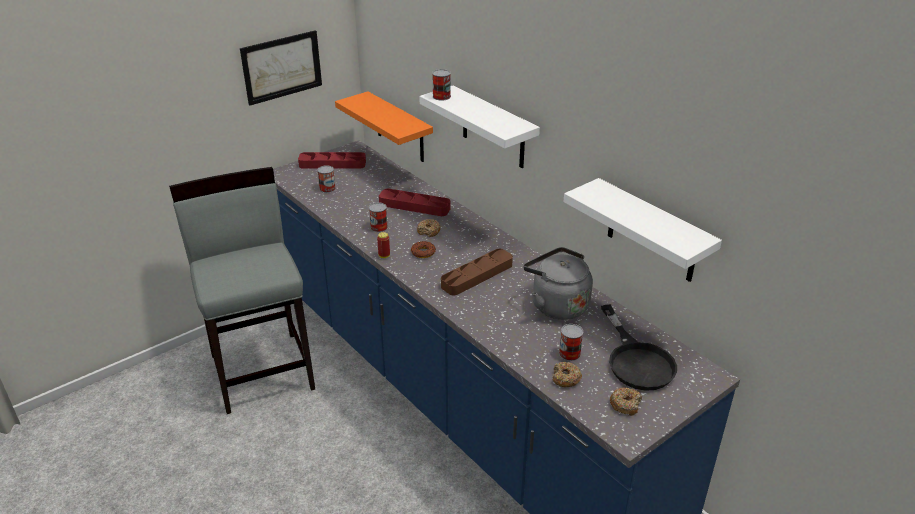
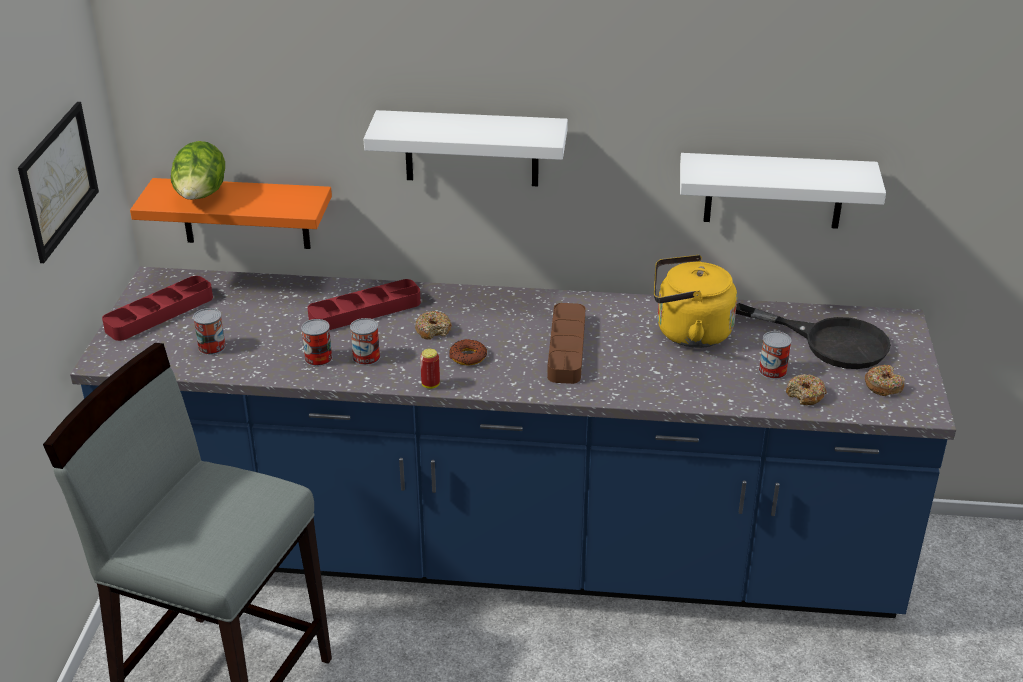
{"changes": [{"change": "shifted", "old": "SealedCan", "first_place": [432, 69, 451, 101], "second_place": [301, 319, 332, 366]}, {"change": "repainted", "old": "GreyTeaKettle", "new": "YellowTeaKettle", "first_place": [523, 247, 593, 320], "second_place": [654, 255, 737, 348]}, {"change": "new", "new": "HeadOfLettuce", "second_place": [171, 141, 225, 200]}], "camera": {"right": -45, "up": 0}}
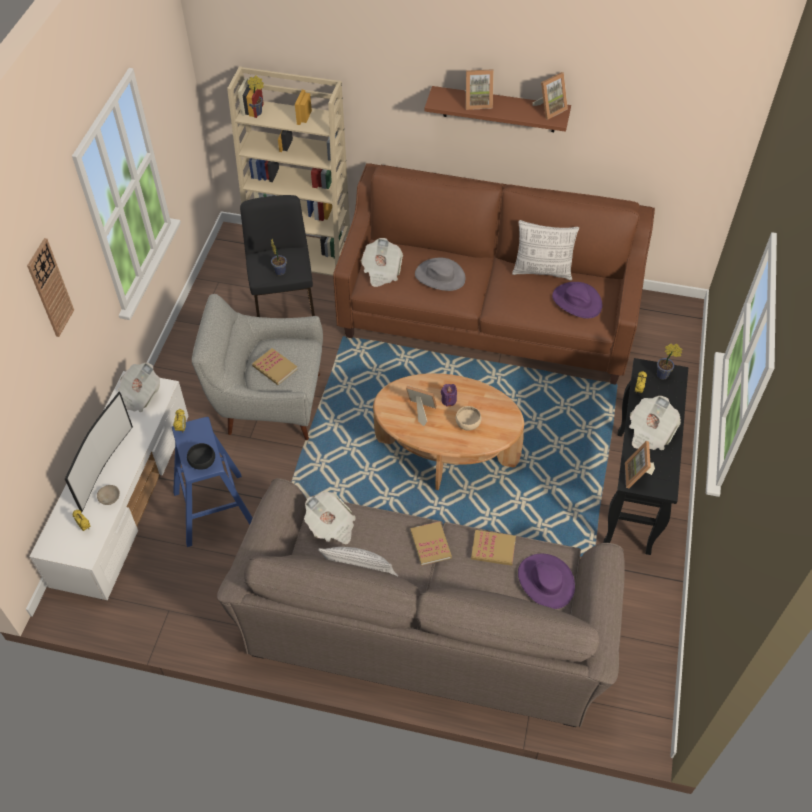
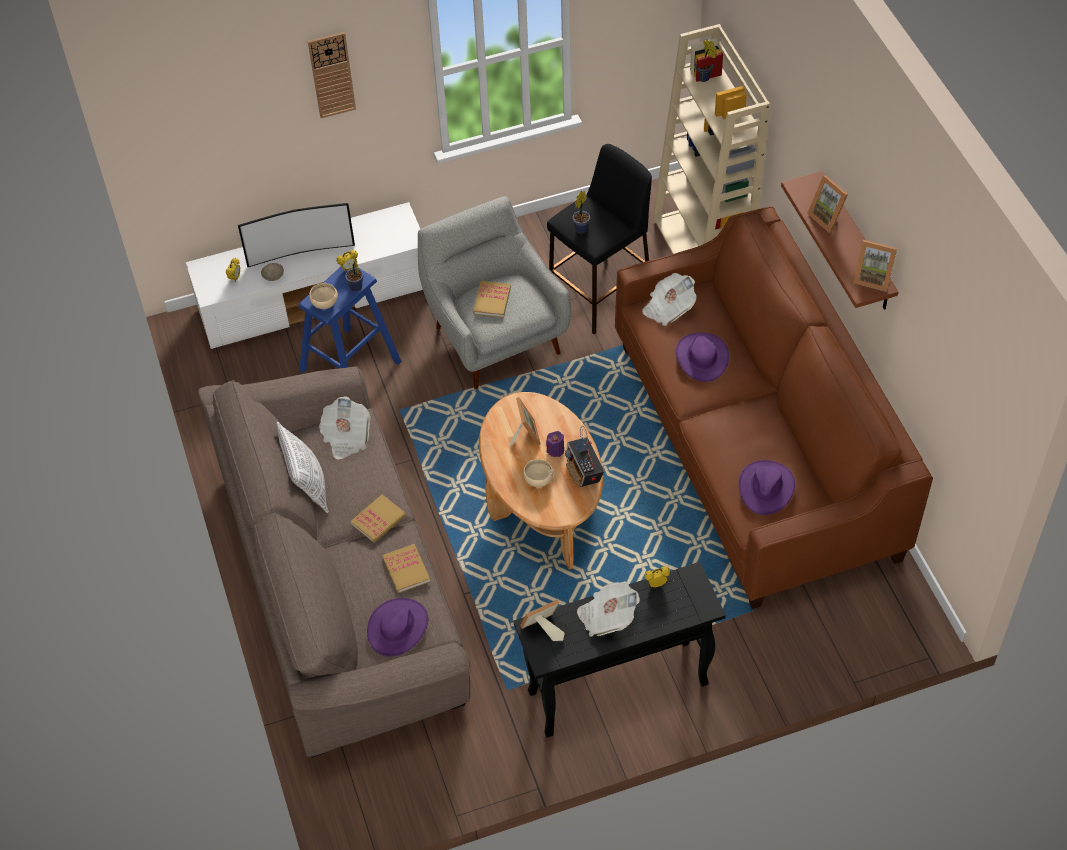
{"changes": [{"change": "gone", "old": "Cushion", "first_place": [512, 220, 579, 280]}, {"change": "repainted", "old": "GreyClothingHat", "new": "PurpleColouredClothingHat", "first_place": [415, 258, 465, 291], "second_place": [676, 332, 729, 382]}, {"change": "shifted", "old": "Houseplant", "first_place": [657, 344, 682, 380], "second_place": [345, 254, 363, 292]}, {"change": "gone", "old": "PrintedPaper", "first_place": [118, 363, 160, 412]}, {"change": "repainted", "old": "BlackBowl", "new": "BeigeBowl", "first_place": [187, 443, 215, 470], "second_place": [309, 283, 338, 309]}, {"change": "new", "new": "Radio", "second_place": [565, 426, 604, 487]}], "camera": {"right": 60, "up": 0}}
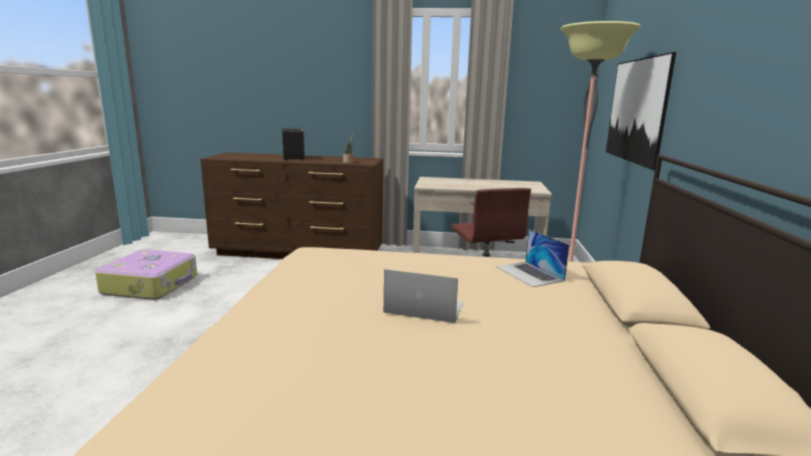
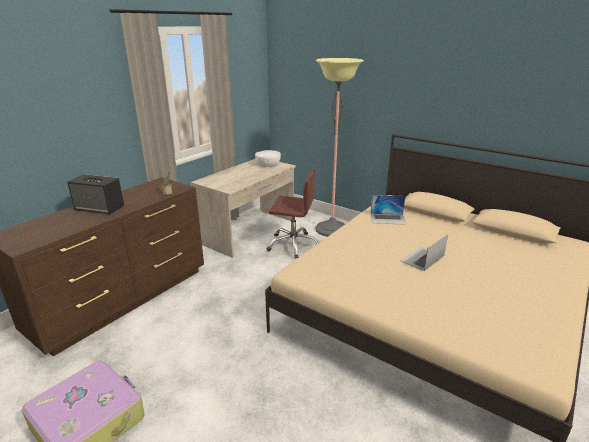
{"changes": [{"change": "gone", "old": "Picture", "first_place": [606, 52, 676, 170]}, {"change": "new", "new": "WhitishBowl", "second_place": [255, 150, 281, 167]}], "camera": {"right": -60, "up": 10}}
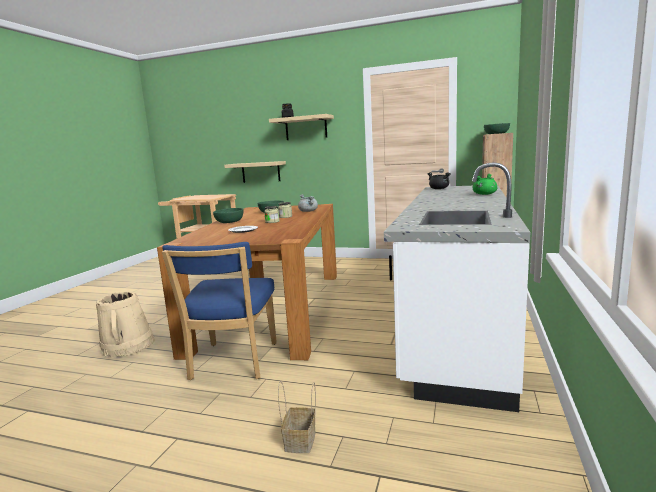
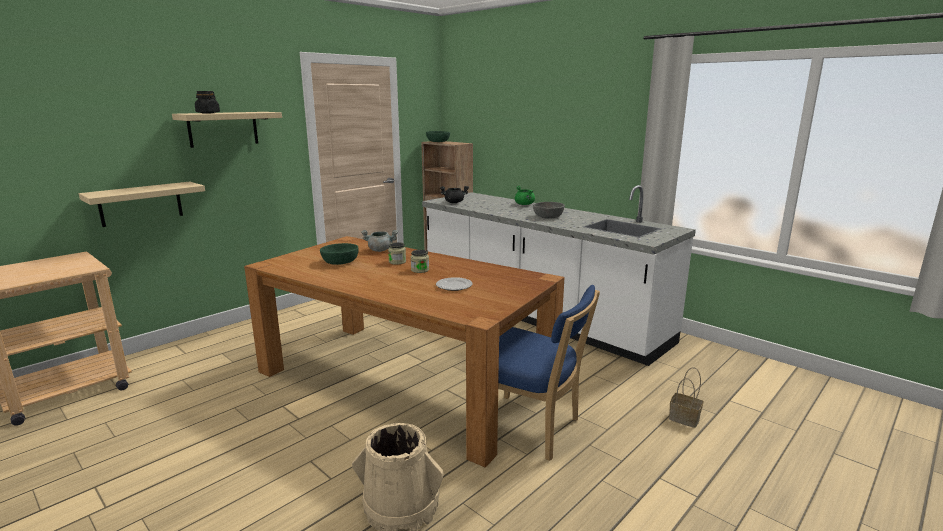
{"changes": [{"change": "gone", "old": "GreenBowl", "first_place": [213, 208, 244, 223]}, {"change": "new", "new": "GreyBowl", "second_place": [533, 202, 565, 218]}], "camera": {"right": -65, "up": 5}}
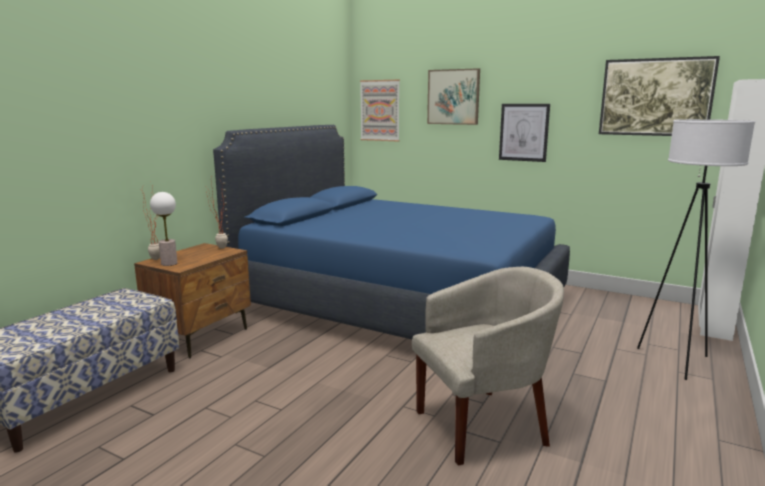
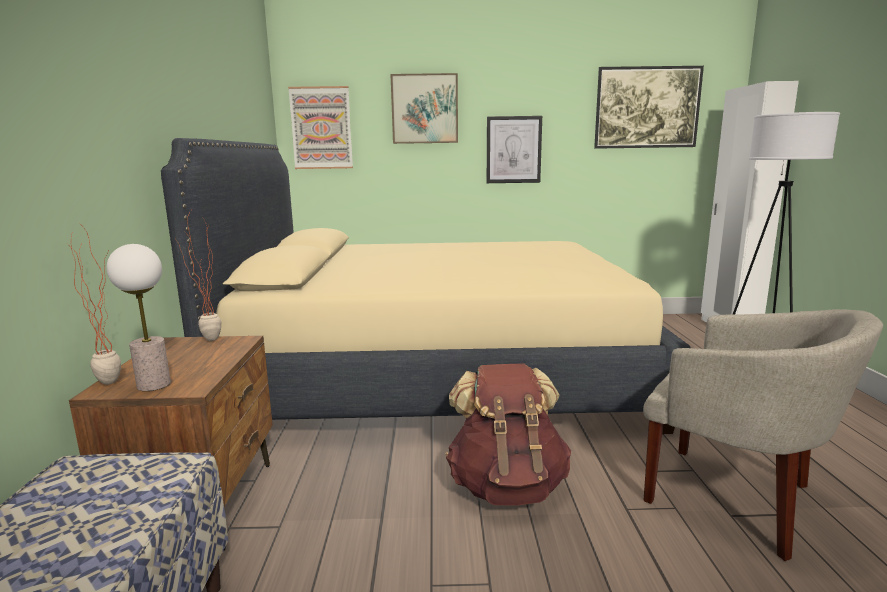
{"changes": [{"change": "repainted", "old": "BluishBedroomBed", "new": "BeigeBedroomBed", "first_place": [213, 125, 570, 339], "second_place": [161, 138, 690, 434]}, {"change": "rotated", "old": "BeigeArmchair", "first_place": [412, 267, 564, 466], "second_place": [643, 309, 883, 561], "degrees": 90}, {"change": "new", "new": "BrownishRucksack", "second_place": [446, 363, 571, 506]}], "camera": {"right": -30, "up": 0}}
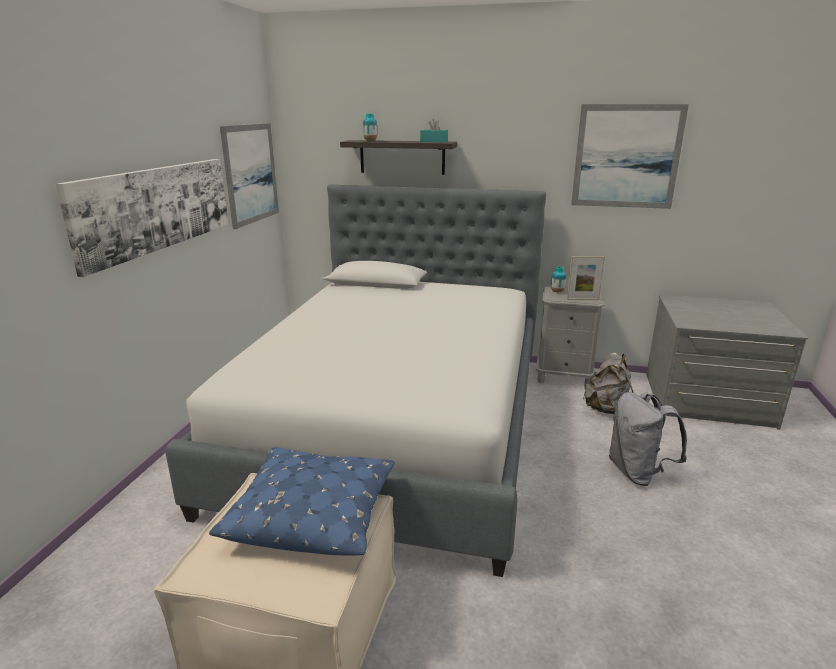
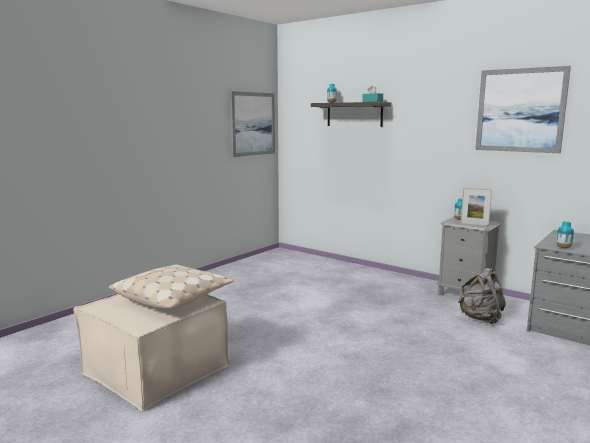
{"changes": [{"change": "gone", "old": "Picture", "first_place": [55, 159, 229, 277]}, {"change": "gone", "old": "BedroomBed", "first_place": [165, 184, 546, 577]}, {"change": "gone", "old": "GreyRucksack", "first_place": [609, 392, 687, 486]}, {"change": "repainted", "old": "BluishCushion", "new": "BeigeCushion", "first_place": [209, 447, 394, 556], "second_place": [109, 265, 234, 310]}, {"change": "new", "new": "DecorativeVase", "second_place": [556, 221, 574, 248]}], "camera": {"right": 25, "up": -10}}
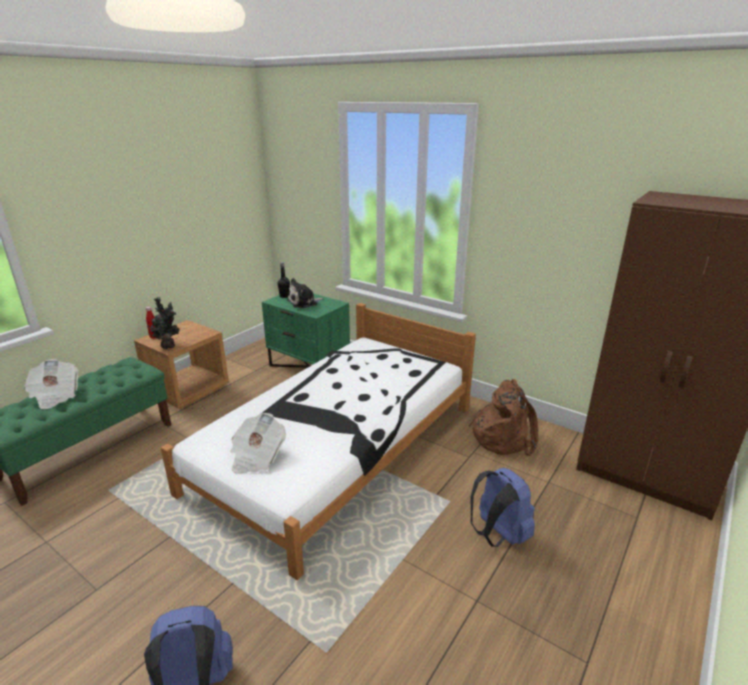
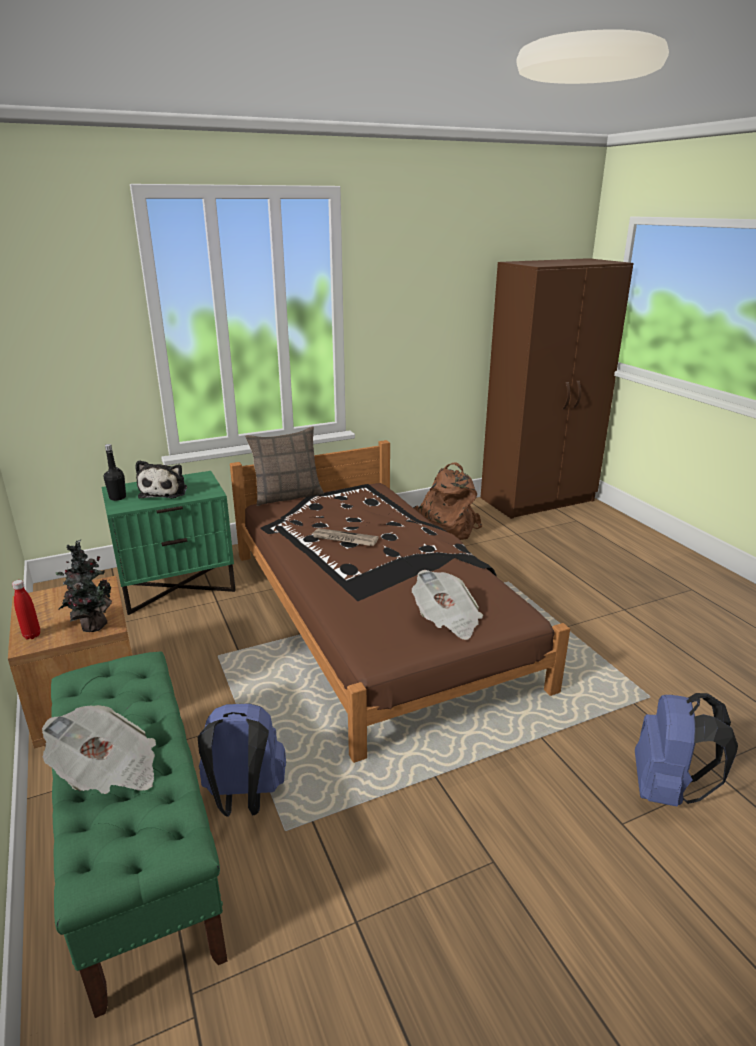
{"changes": [{"change": "repainted", "old": "WhitishBedroomBed", "new": "BrownishBedroomBed", "first_place": [161, 303, 476, 580], "second_place": [230, 440, 570, 763]}, {"change": "shifted", "old": "BluishRucksack", "first_place": [470, 468, 535, 547], "second_place": [198, 703, 286, 817]}, {"change": "new", "new": "Cushion", "second_place": [245, 427, 324, 506]}, {"change": "new", "new": "PrintedPaper", "second_place": [311, 528, 379, 546]}], "camera": {"right": -60, "up": 0}}
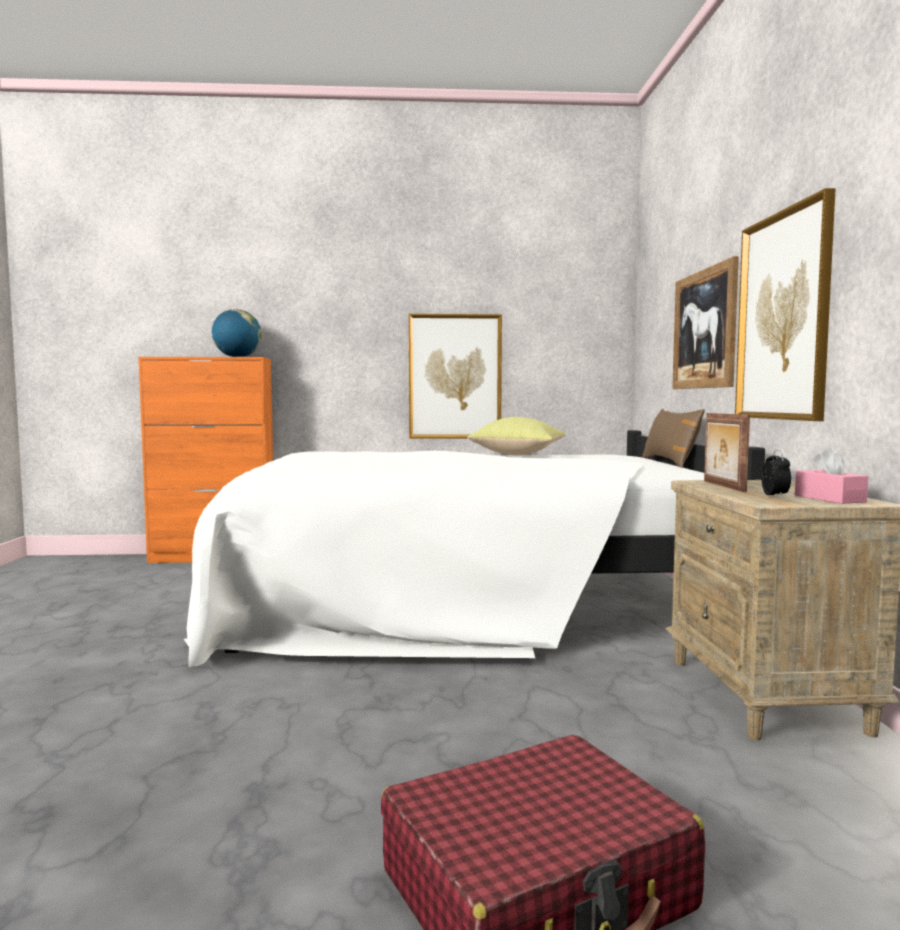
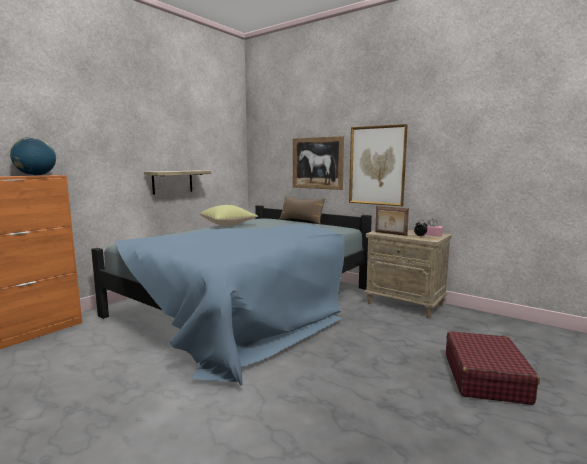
{"changes": [{"change": "swapped", "old": "Picture", "new": "BracketShelf", "first_place": [409, 314, 502, 439], "second_place": [144, 171, 211, 195]}, {"change": "repainted", "old": "WhitishBedroomBed", "new": "BluishBedroomBed", "first_place": [184, 430, 765, 667], "second_place": [91, 205, 372, 386]}], "camera": {"right": -50, "up": 5}}
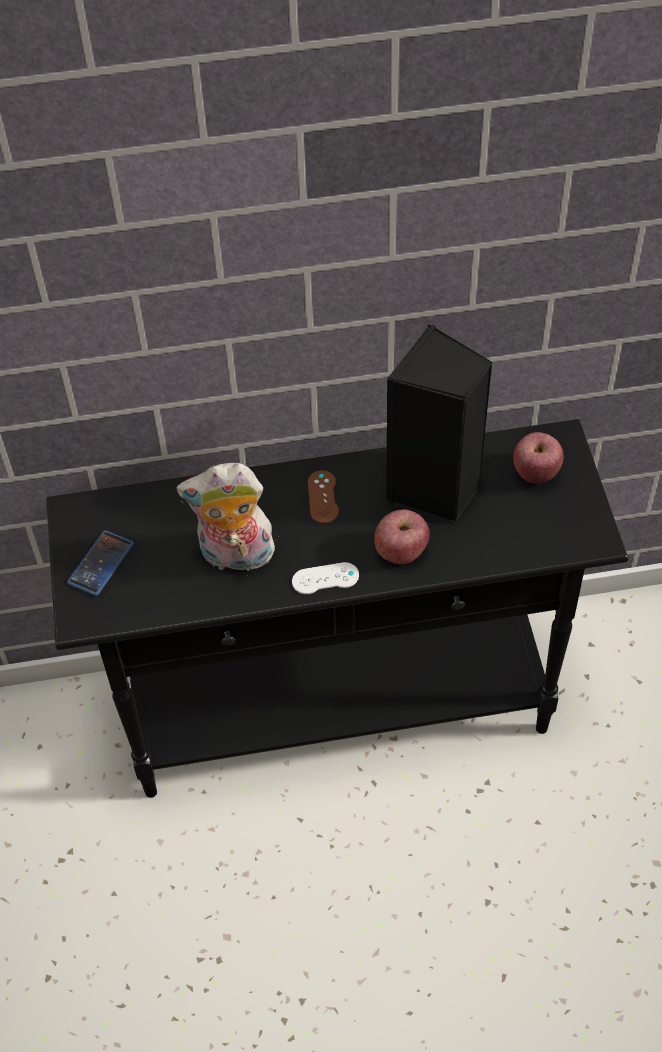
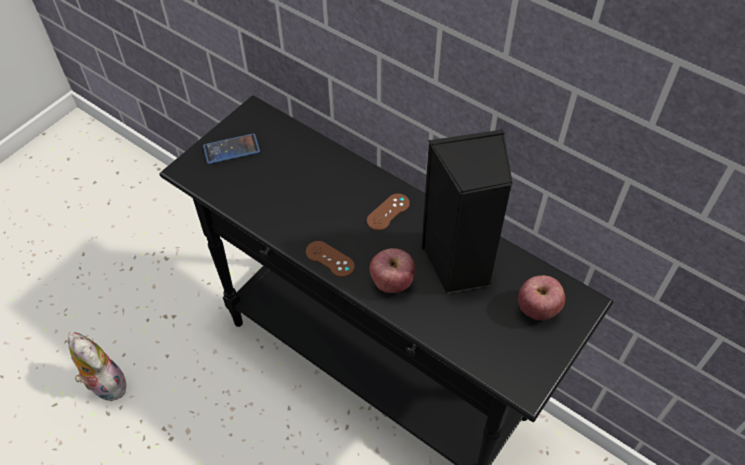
{"changes": [{"change": "shifted", "old": "PlushToy", "first_place": [176, 463, 276, 576], "second_place": [68, 332, 126, 401]}, {"change": "repainted", "old": "WhitishJoypad", "new": "BrownishJoypad", "first_place": [292, 562, 359, 594], "second_place": [306, 241, 355, 277]}], "camera": {"right": 45, "up": 0}}
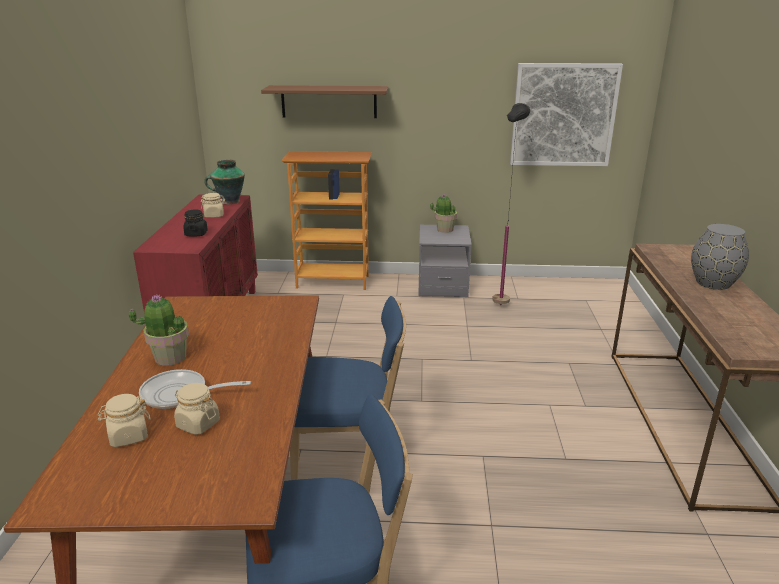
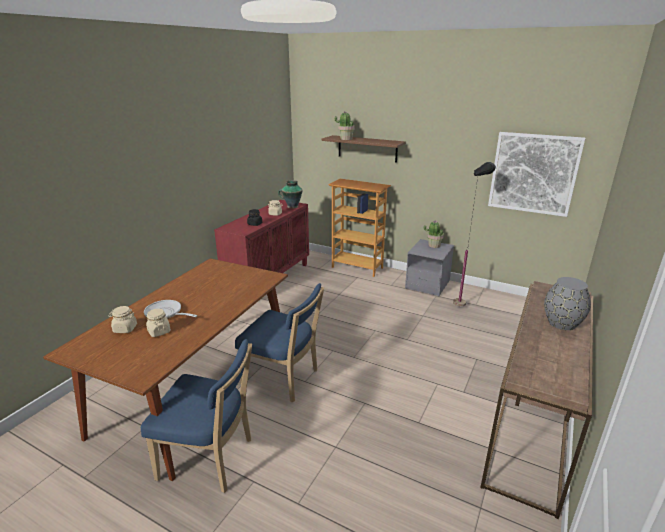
{"changes": [{"change": "shifted", "old": "Houseplant", "first_place": [129, 295, 189, 366], "second_place": [335, 111, 355, 140]}], "camera": {"right": 25, "up": 0}}
